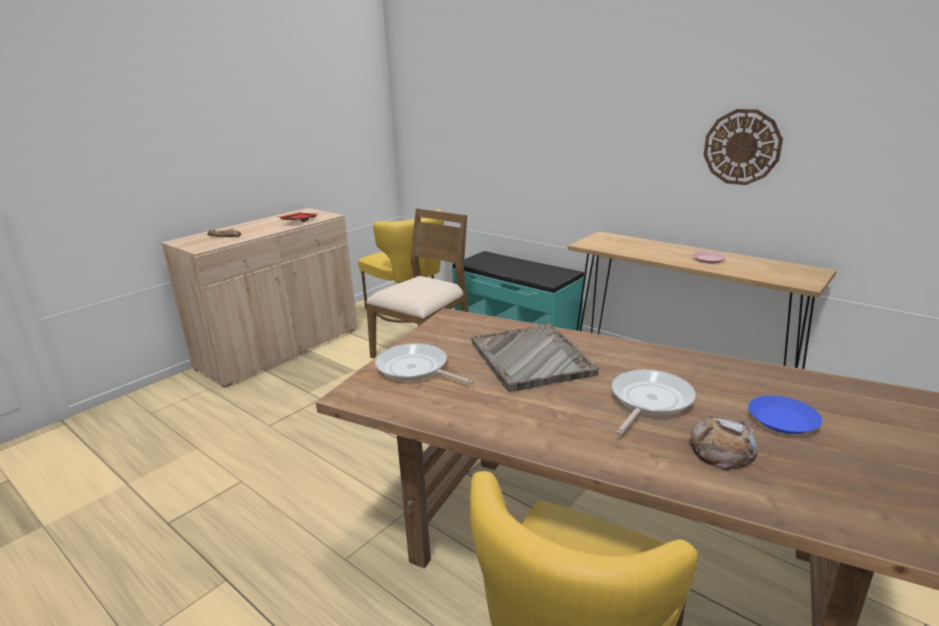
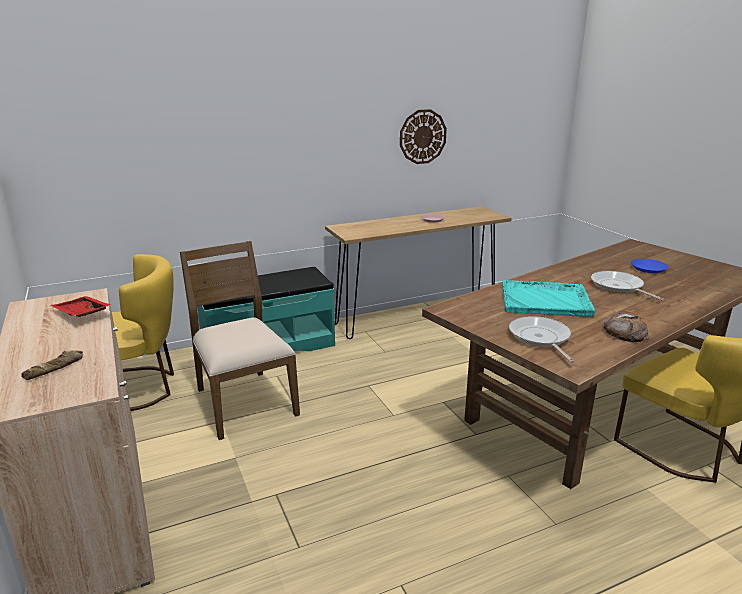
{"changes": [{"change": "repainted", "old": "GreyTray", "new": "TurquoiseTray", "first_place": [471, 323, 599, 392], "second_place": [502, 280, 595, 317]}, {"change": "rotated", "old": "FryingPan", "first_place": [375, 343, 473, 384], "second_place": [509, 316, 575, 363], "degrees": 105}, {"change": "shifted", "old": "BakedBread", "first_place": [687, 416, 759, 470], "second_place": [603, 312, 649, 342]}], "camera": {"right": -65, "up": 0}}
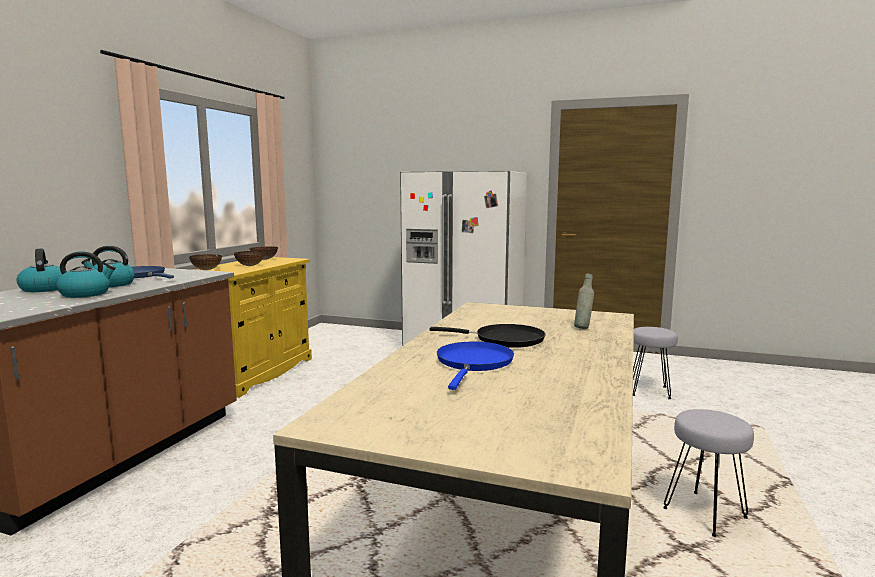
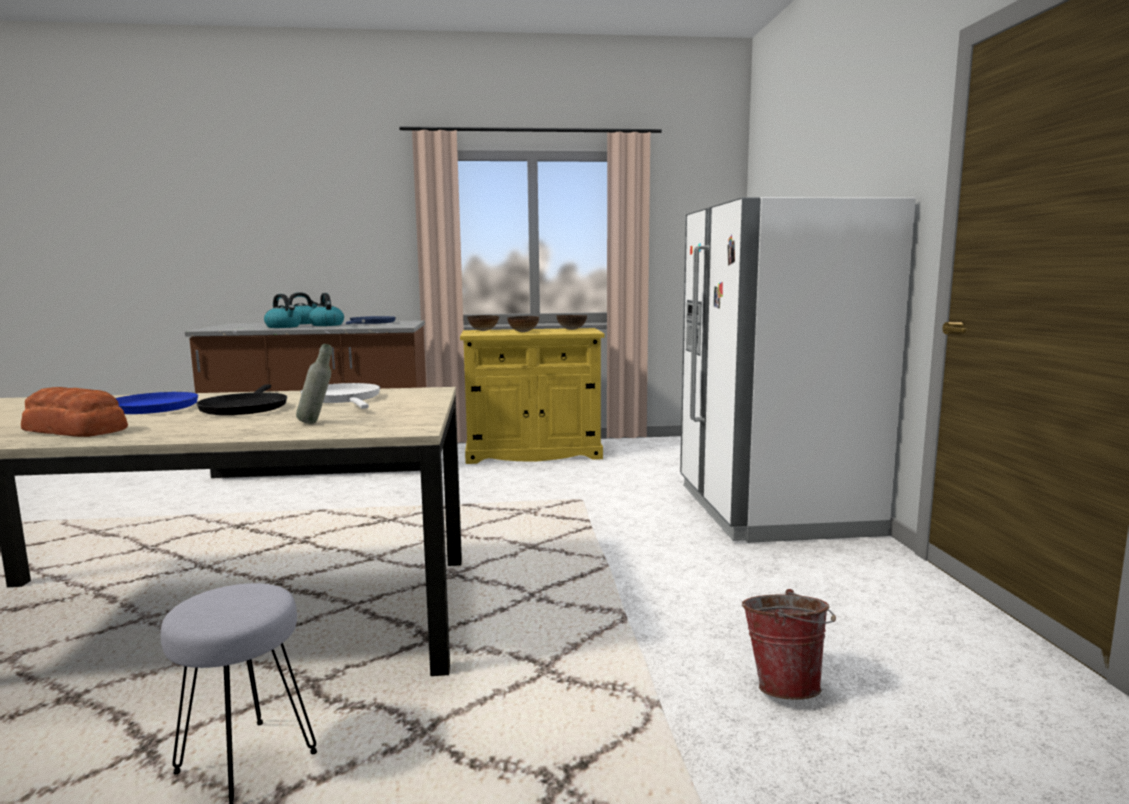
{"changes": [{"change": "swapped", "old": "GreyStool", "new": "Bucket", "first_place": [633, 327, 678, 399], "second_place": [742, 589, 836, 700]}, {"change": "new", "new": "WhitishFryingPan", "second_place": [300, 383, 380, 409]}, {"change": "new", "new": "BakedBread", "second_place": [21, 387, 128, 437]}], "camera": {"right": 65, "up": 0}}
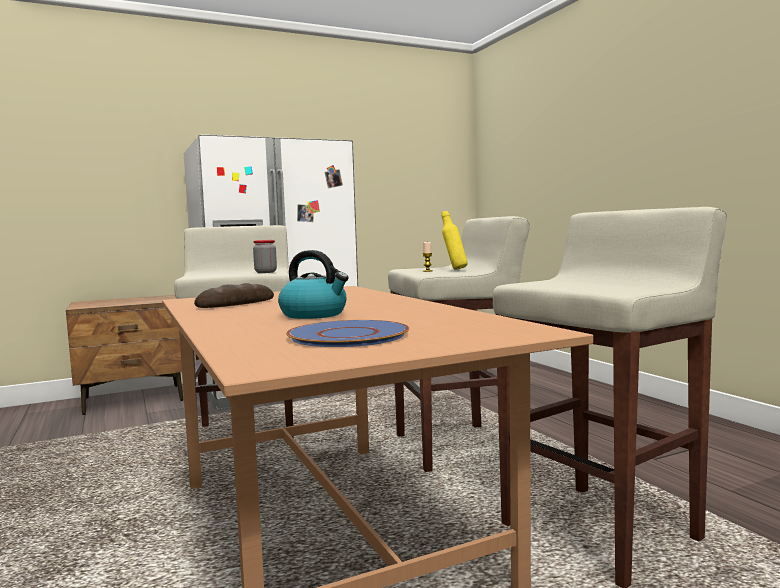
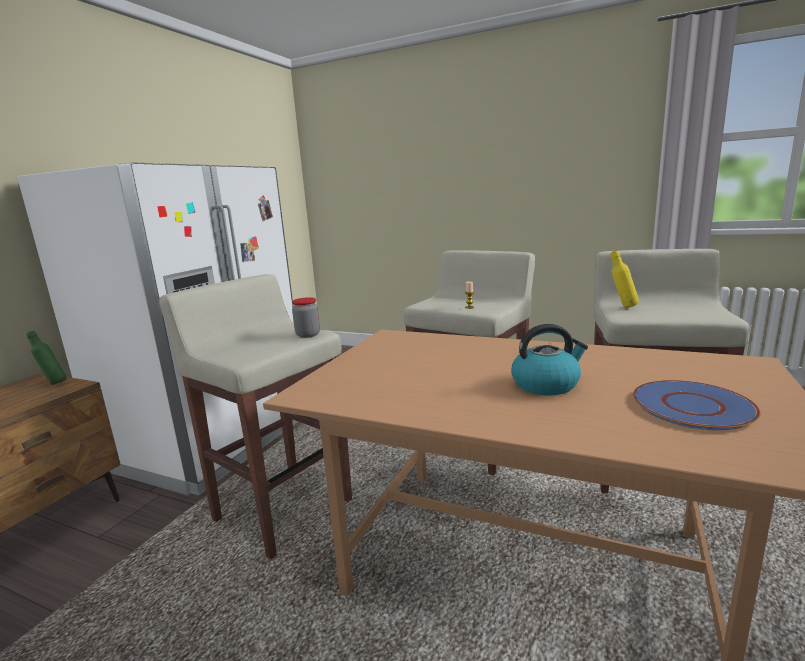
{"changes": [{"change": "shifted", "old": "YellowBottle", "first_place": [441, 211, 467, 270], "second_place": [611, 250, 639, 308]}, {"change": "gone", "old": "BakedBread", "first_place": [194, 283, 274, 308]}, {"change": "new", "new": "GreenBottle", "second_place": [26, 331, 67, 385]}], "camera": {"right": -40, "up": 10}}
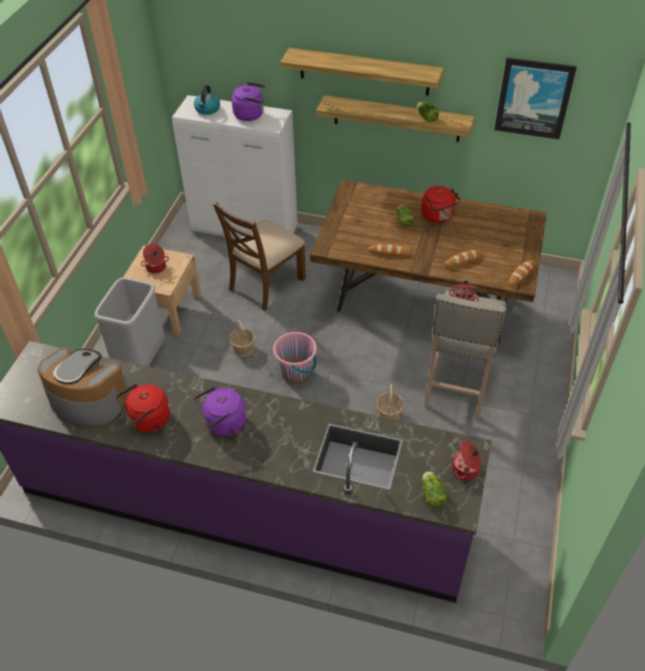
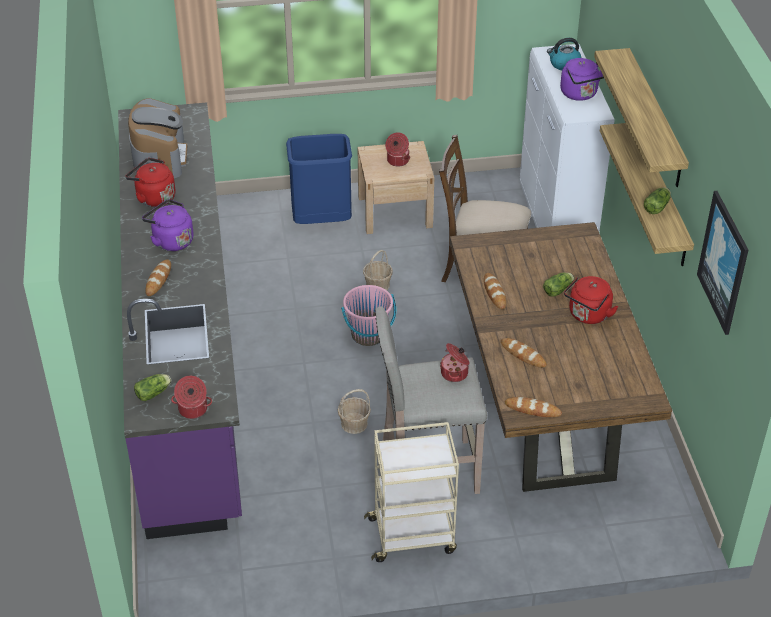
{"changes": [{"change": "repainted", "old": "GreyWasteBin", "new": "BluishWasteBin", "first_place": [94, 277, 165, 366], "second_place": [286, 134, 352, 224]}, {"change": "new", "new": "BakedBread", "second_place": [145, 259, 171, 296]}, {"change": "new", "new": "BeigeWheeledCart", "second_place": [364, 422, 459, 562]}], "camera": {"right": 65, "up": -5}}
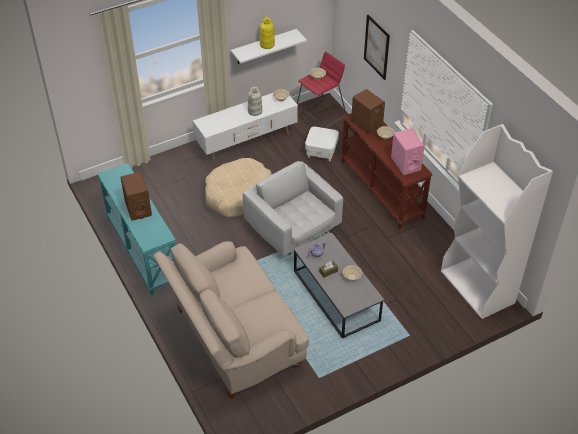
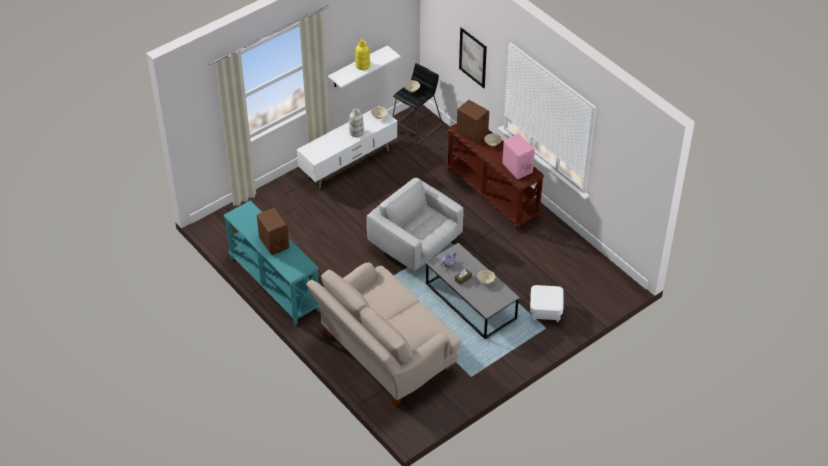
{"changes": [{"change": "repainted", "old": "RedColouredStool", "new": "BlackStool", "first_place": [297, 51, 346, 128], "second_place": [392, 63, 442, 144]}, {"change": "gone", "old": "WhitishBookcase", "first_place": [441, 124, 553, 319]}, {"change": "shifted", "old": "WhitishFootrest", "first_place": [305, 127, 339, 161], "second_place": [530, 285, 564, 322]}, {"change": "gone", "old": "BeigeDogBed", "first_place": [205, 158, 272, 217]}], "camera": {"right": -10, "up": 0}}
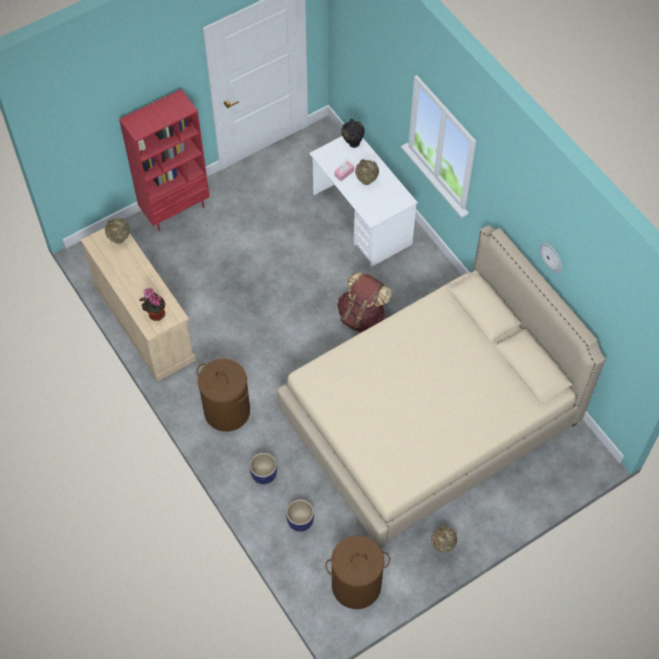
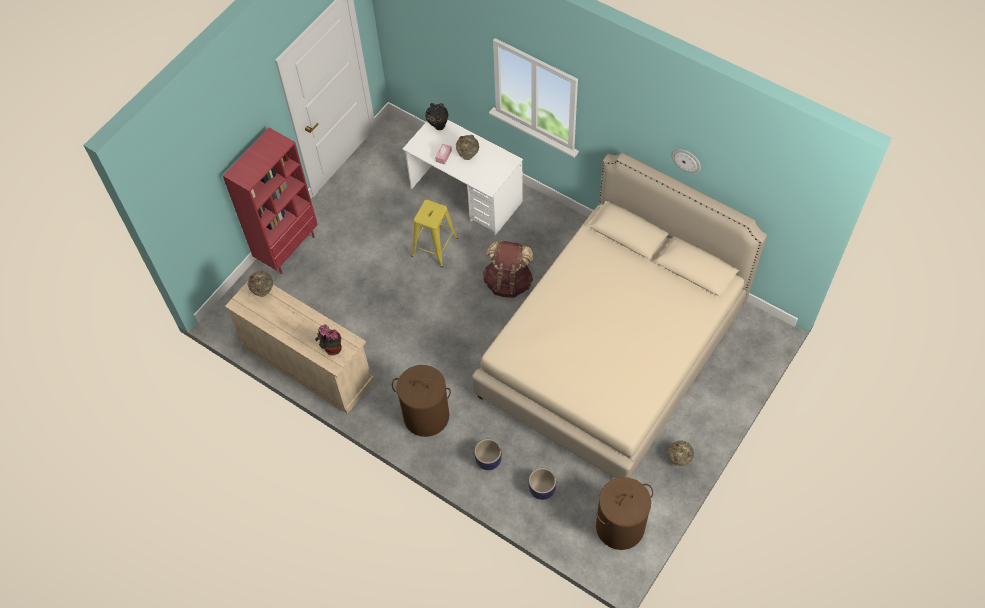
{"changes": [{"change": "new", "new": "YellowStool", "second_place": [411, 200, 458, 267]}], "camera": {"right": -20, "up": 0}}
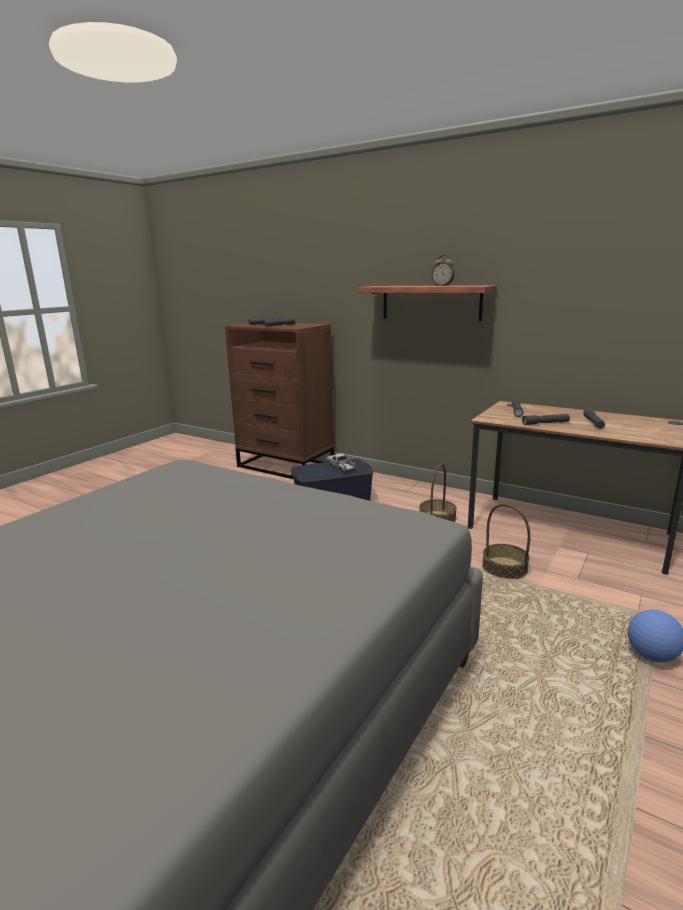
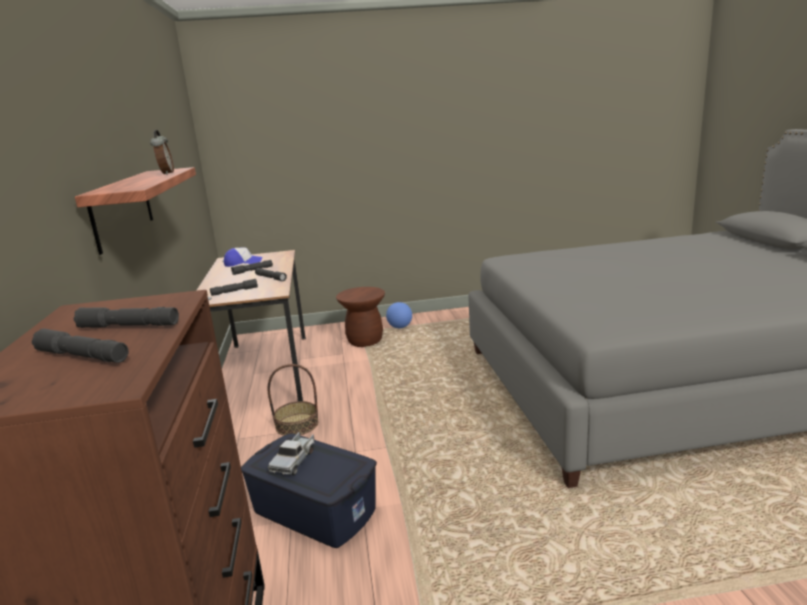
{"changes": [{"change": "gone", "old": "HouseholdBasket", "first_place": [482, 504, 530, 579]}, {"change": "new", "new": "Cap", "second_place": [224, 248, 263, 267]}, {"change": "new", "new": "BrownishStool", "second_place": [336, 287, 385, 347]}], "camera": {"right": -130, "up": 0}}
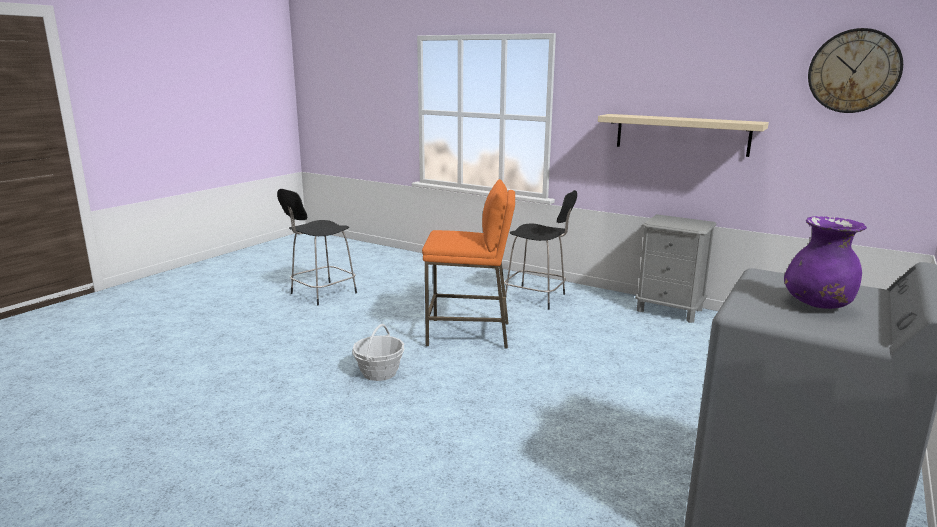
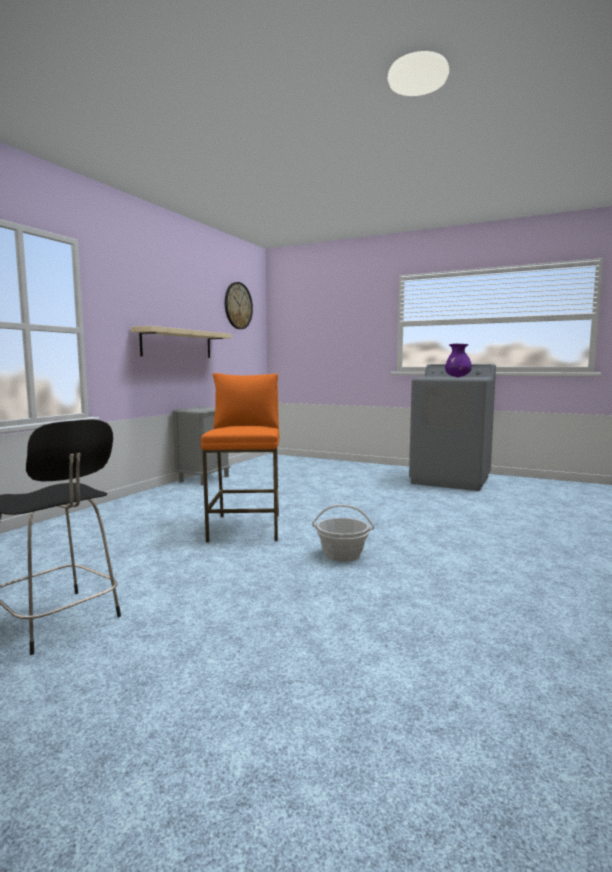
{"changes": [{"change": "gone", "old": "BlackStool", "first_place": [504, 190, 577, 310]}], "camera": {"right": -95, "up": -10}}
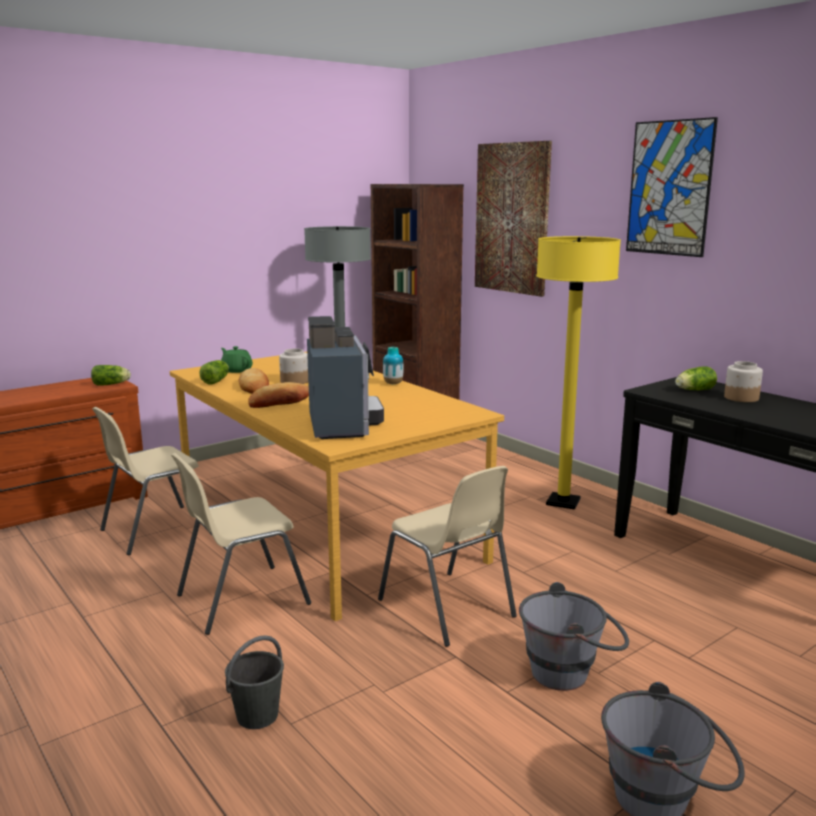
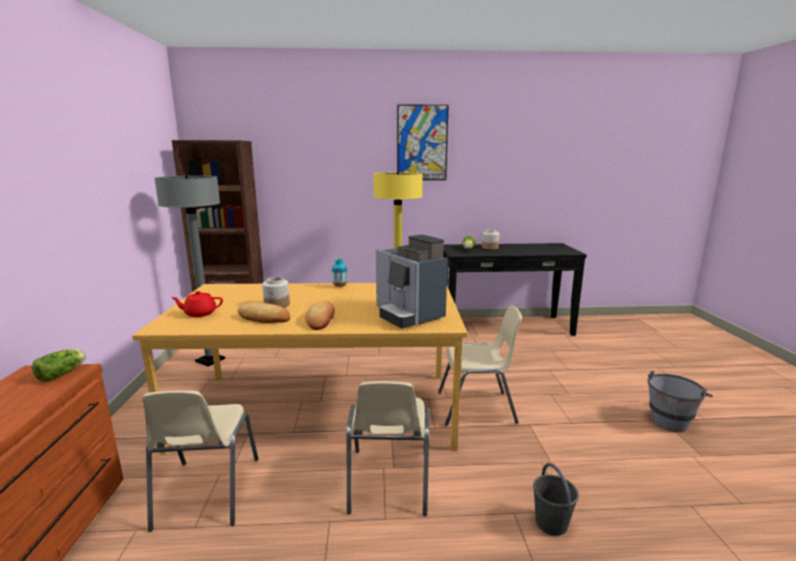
{"changes": [{"change": "gone", "old": "Picture", "first_place": [475, 141, 552, 297]}, {"change": "rotated", "old": "CoffeeBrewer", "first_place": [307, 316, 384, 439], "second_place": [376, 234, 448, 329], "degrees": -150}, {"change": "repainted", "old": "GreenPotForTea", "new": "RedColouredPotForTea", "first_place": [221, 346, 253, 373], "second_place": [171, 291, 223, 317]}, {"change": "gone", "old": "HeadOfLettuce", "first_place": [199, 360, 229, 384]}, {"change": "gone", "old": "GreyBucket", "first_place": [519, 582, 629, 691]}], "camera": {"right": -55, "up": 0}}
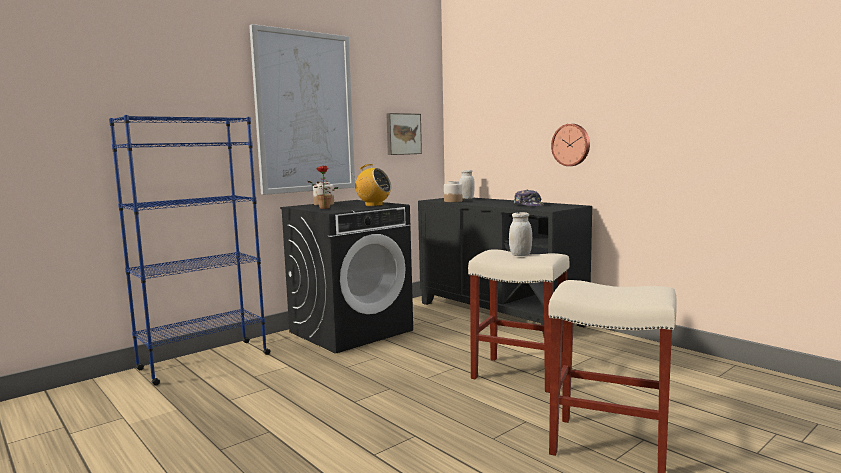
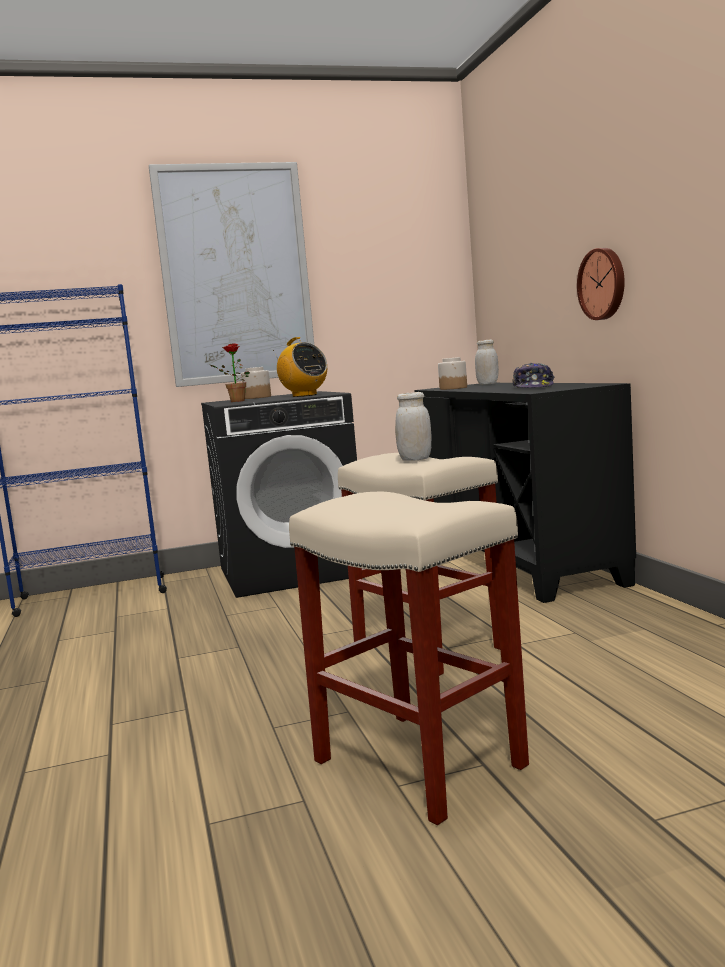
{"changes": [{"change": "gone", "old": "Picture", "first_place": [386, 113, 422, 155]}], "camera": {"right": 25, "up": 0}}
